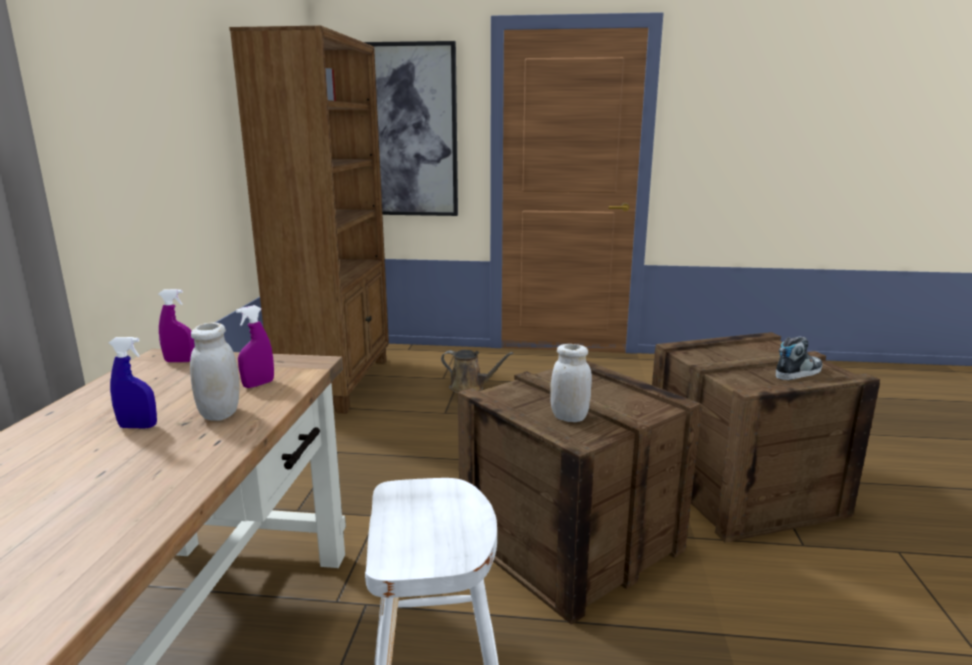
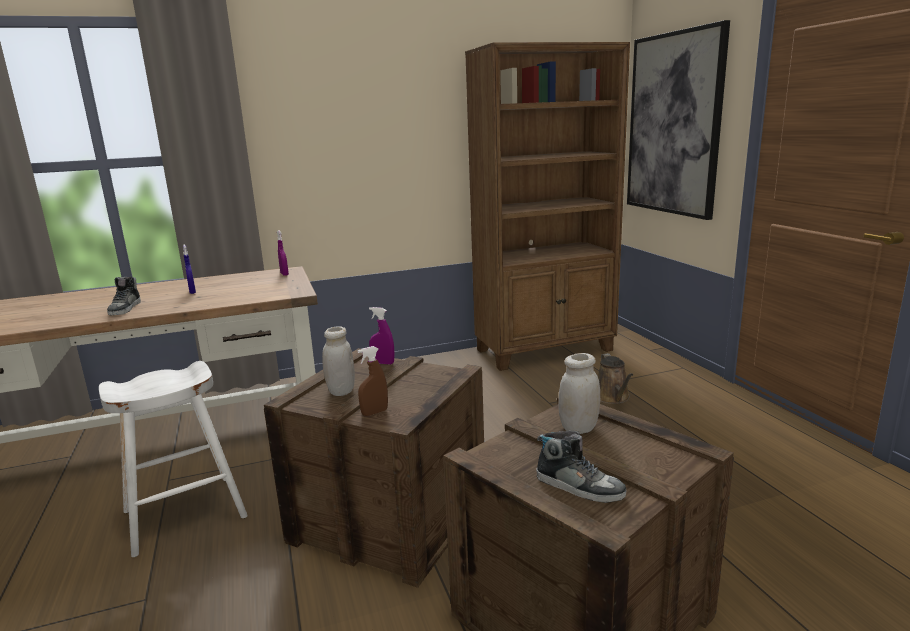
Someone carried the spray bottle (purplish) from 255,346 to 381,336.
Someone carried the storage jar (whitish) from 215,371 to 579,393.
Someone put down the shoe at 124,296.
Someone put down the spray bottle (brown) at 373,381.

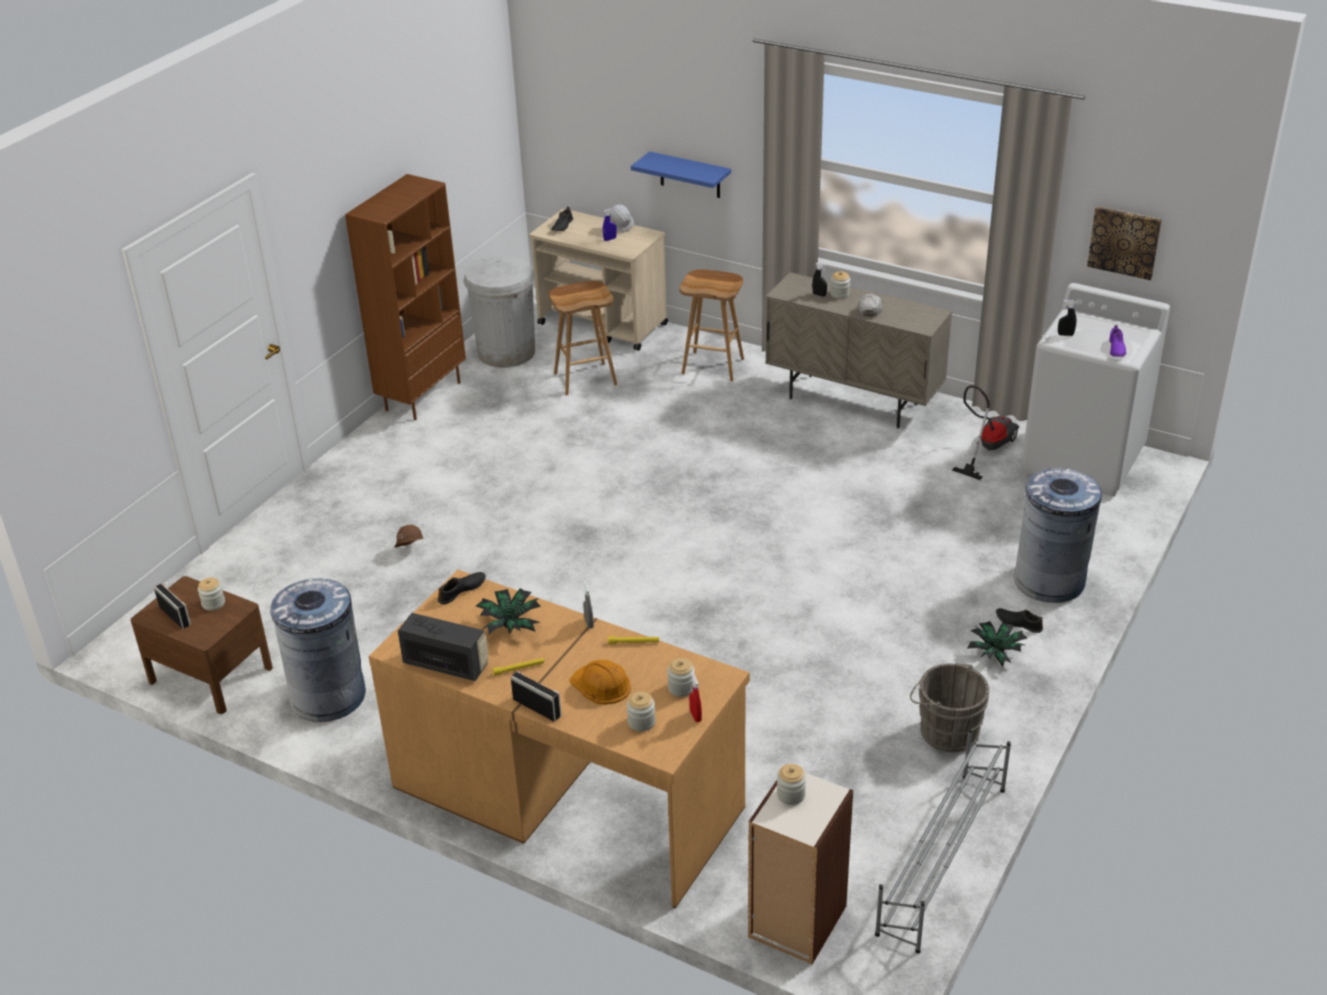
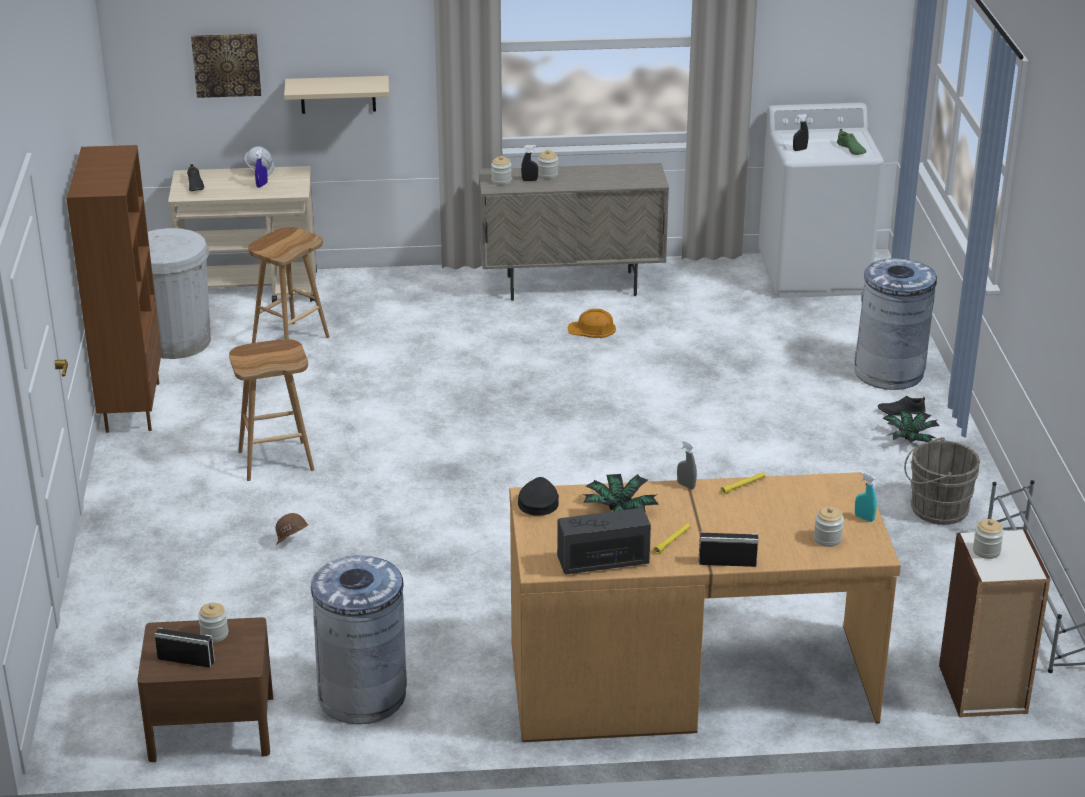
Someone repainted the wall shelf (bluish) at 681,174, which became the wall shelf (sand-coloured) at 336,95.
Someone carried the wall art from 1124,243 to 226,65.
Someone carried the stool (brown) from 711,325 to 272,410.
Someone took away the peaked cap (whitish) at 870,305.
Someone repainted the shoe (purplish) at 1117,341, which became the shoe (green) at 851,142.
Someone took away the vacuum cleaner at 986,432.
Someone swapped the shoe (black-coloured) at 461,588 for the peaked cap (black-coloured) at 538,496.
Someone carried the storage jar from 681,677 to 501,170.
Someone carried the hard hat (orange) from 600,682 to 591,323.
Someone repainted the spray bottle (red-coloured) at 695,697, which became the spray bottle (blue-green) at 866,497.

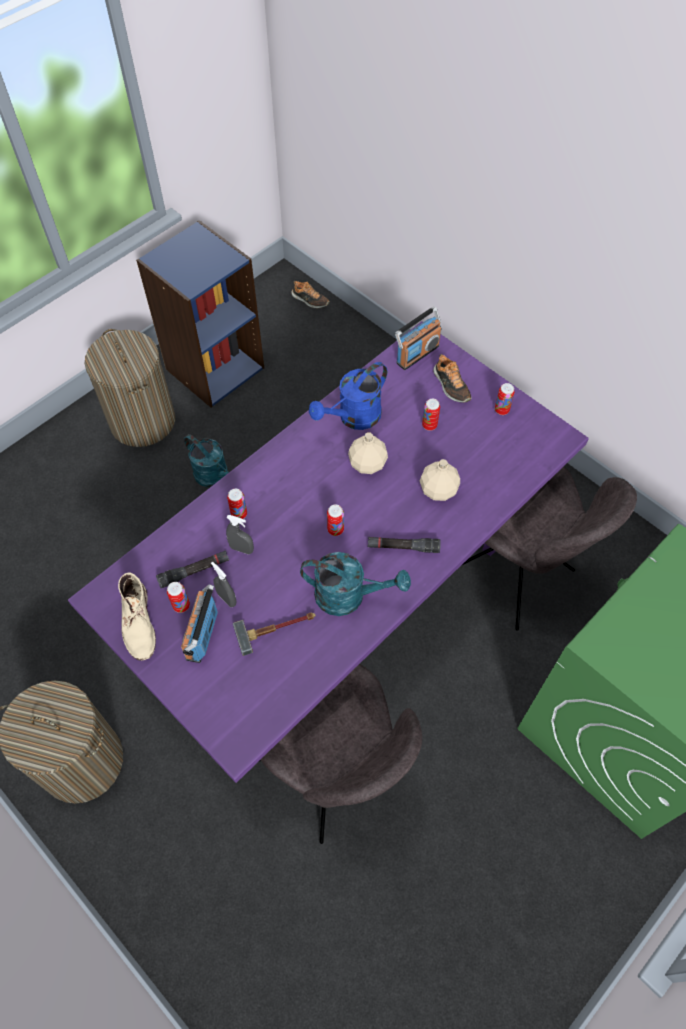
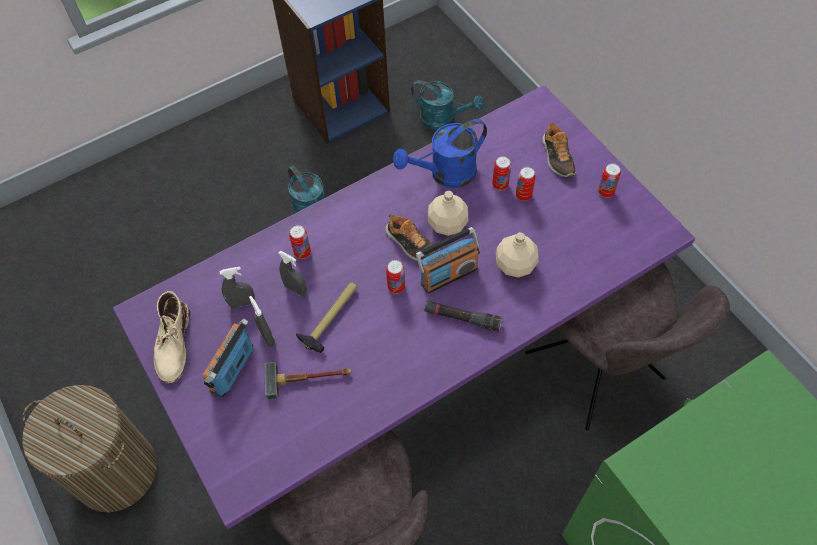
Someone carried the shoe from 310,294 to 412,237.
Someone carried the radio set from 418,338 to 448,260.
Someone took away the laundry basket at 130,388.
Someone swapped the torch (black-coloured) at 192,569 for the spray bottle (grey) at 237,287.
Someone carried the sprinkling can (blue-green) from 355,584 to 447,105.
Someone carried the can from 178,597 to 501,173.
Someone put down the hammer at 326,317.

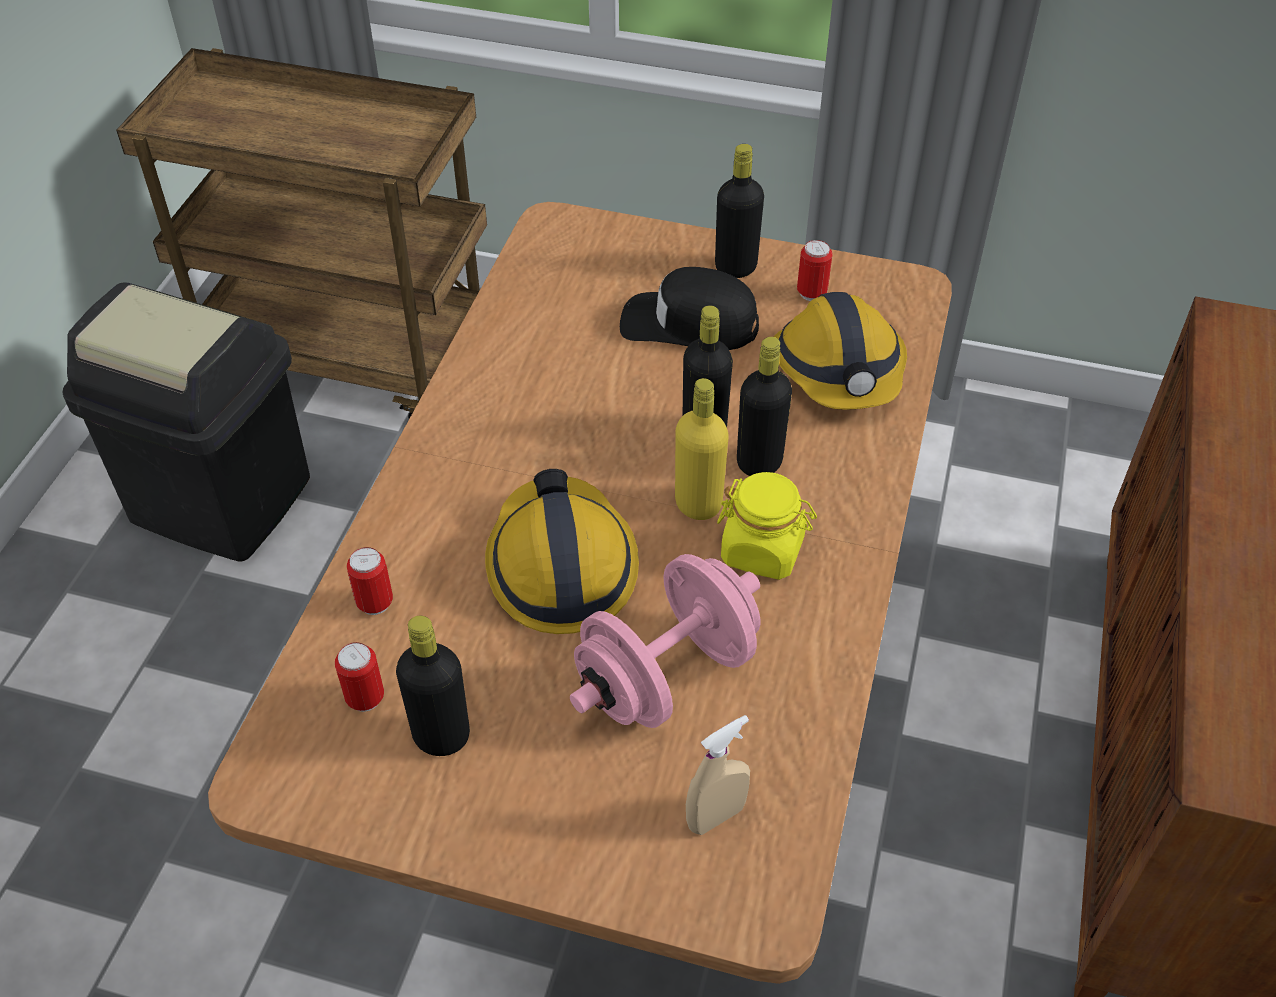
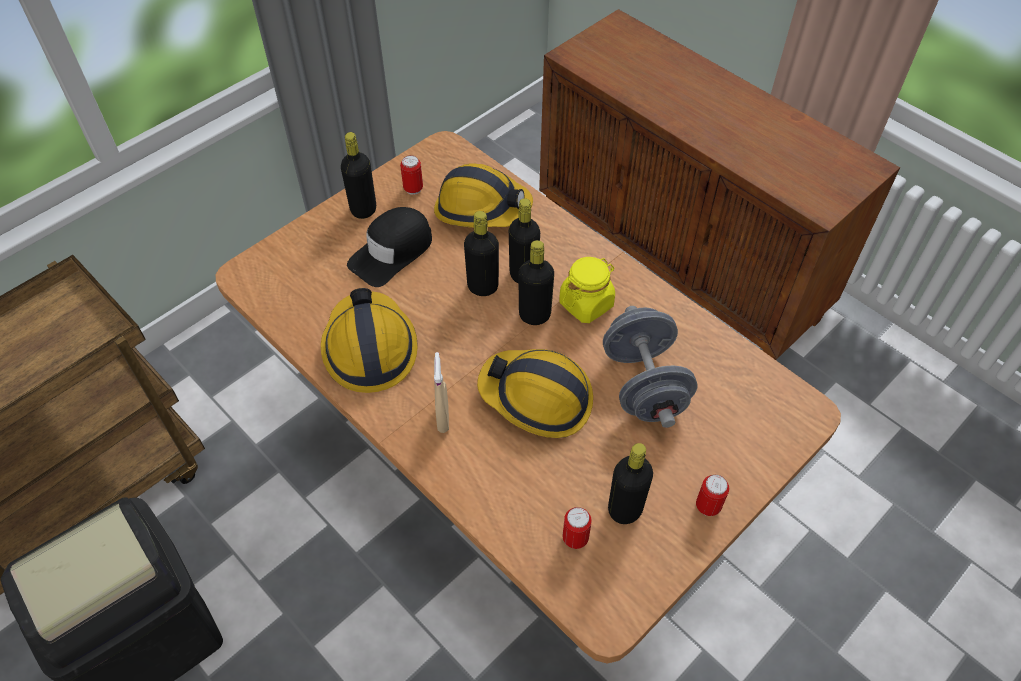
Someone repainted the drink bottle (yellow) at 702,449, which became the drink bottle (black-coloured) at 536,282.
Someone carried the can from 370,581 to 712,495.
Someone repainted the dumbbell (pinkish) at 665,641, which became the dumbbell (grey) at 650,367.
Someone carried the spray bottle (sand-coloured) from 718,775 to 441,392.
Someone put down the hard hat at 369,340.

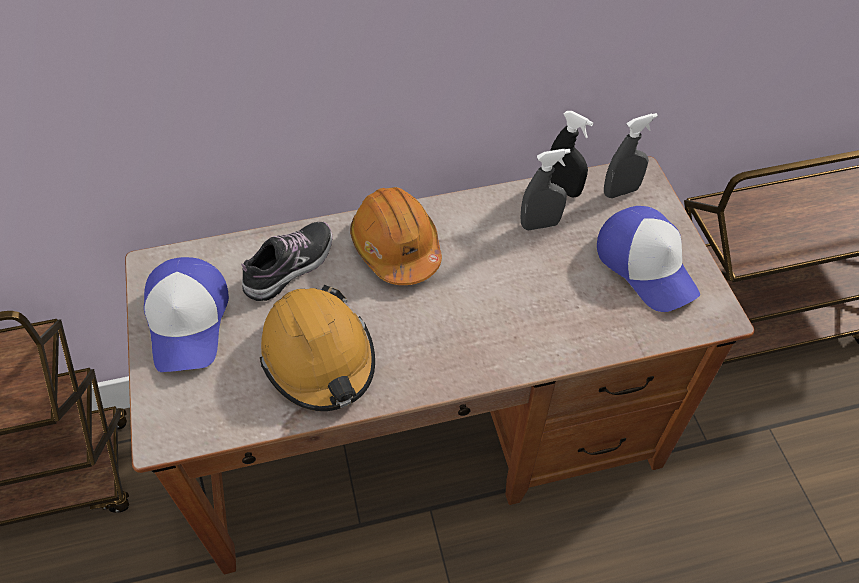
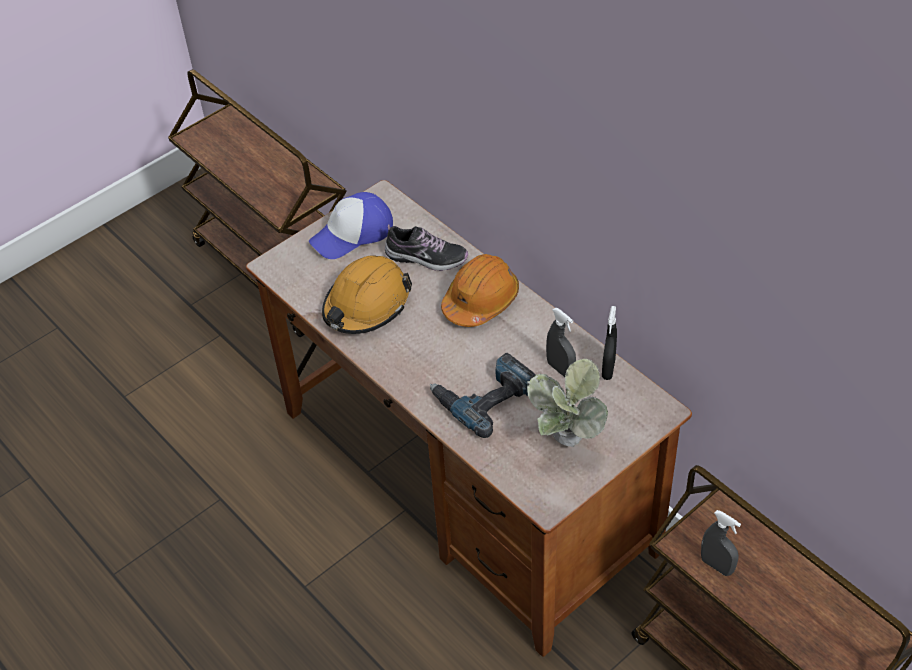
Someone carried the spray bottle (grey) from 631,155 to 721,543.
Someone swapped the peaked cap at 648,259 for the houseplant at 567,403.
Someone put down the electric drill at 483,395.

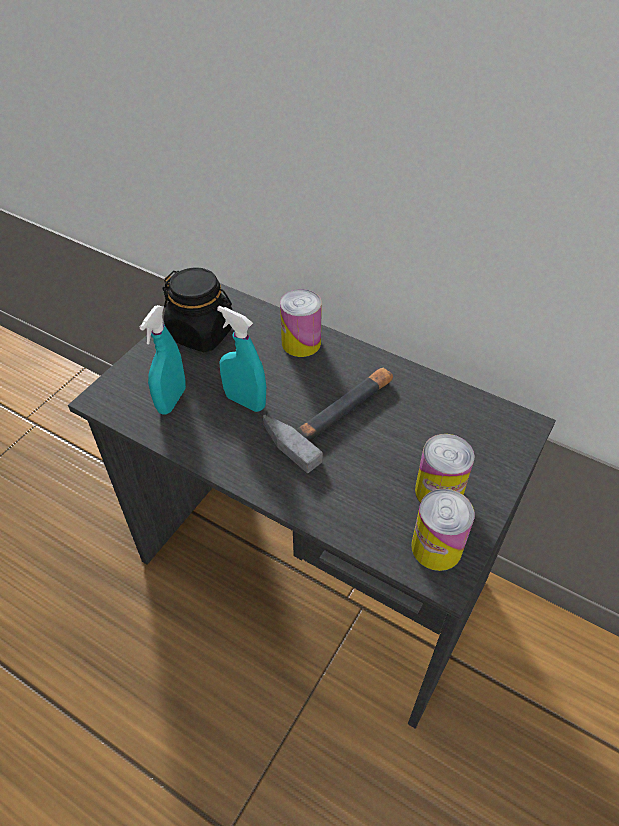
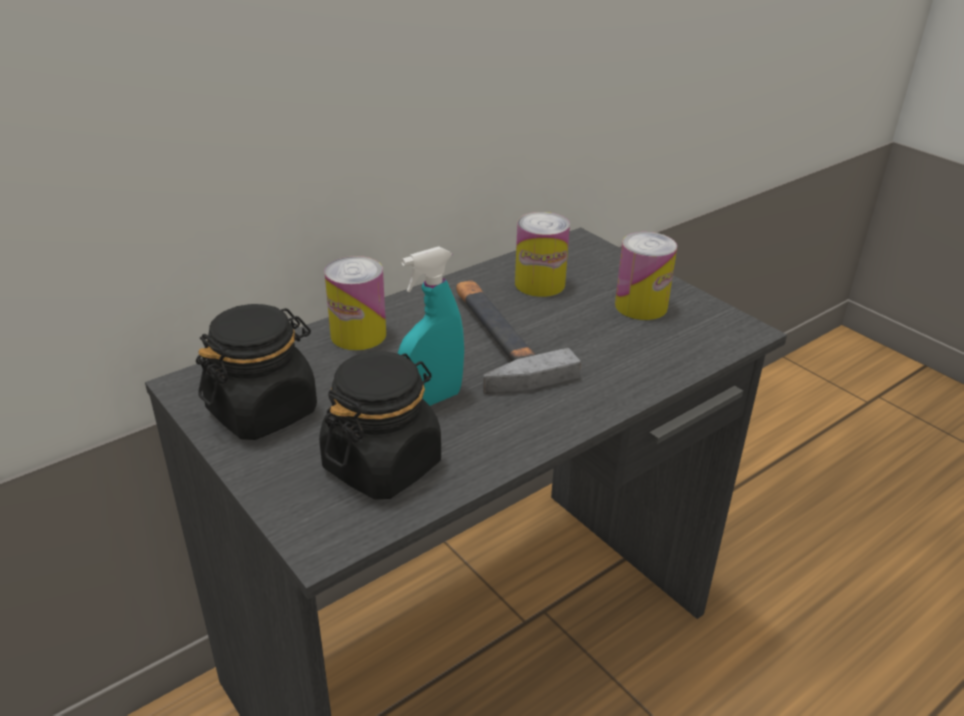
Someone swapped the spray bottle (blue-green) at 163,360 for the storage jar (black-coloured) at 380,425.
Someone carried the can from 443,530 to 542,254.

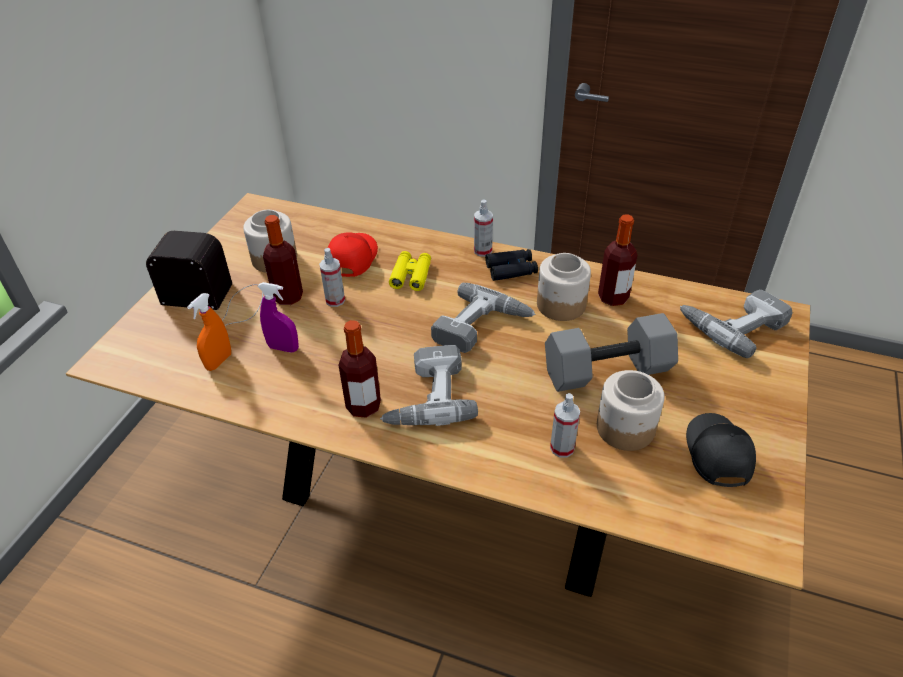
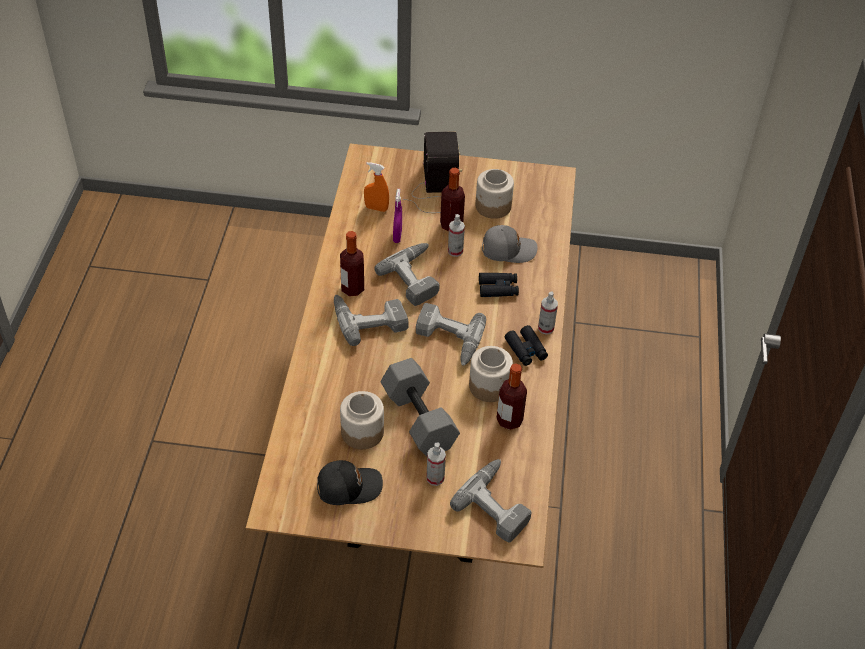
Someone repainted the peaked cap (red-coloured) at 353,254, which became the peaked cap (grey) at 510,244.
Someone repainted the binoculars (yellow) at 410,271, which became the binoculars (black-coloured) at 499,285.
Someone carried the spray bottle from 565,425 to 436,464.
Someone put down the electric drill at 407,274.

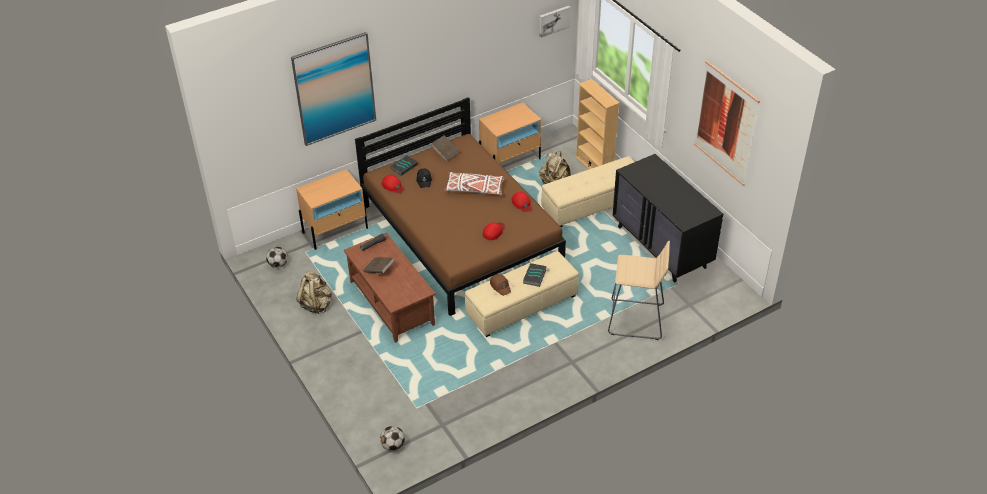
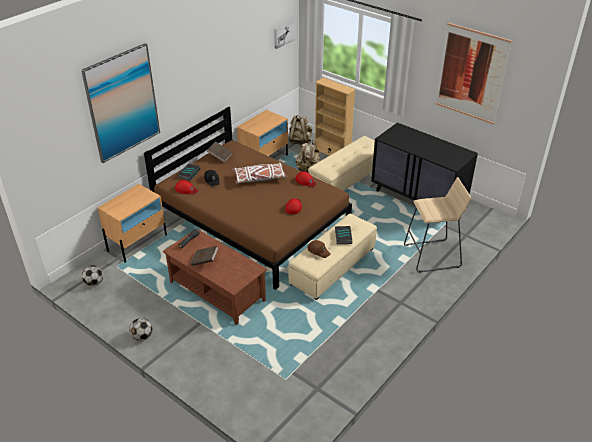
Someone carried the rucksack (sand-coloured) from 314,293 to 300,130.
Someone carried the football ball from 392,438 to 140,329.

